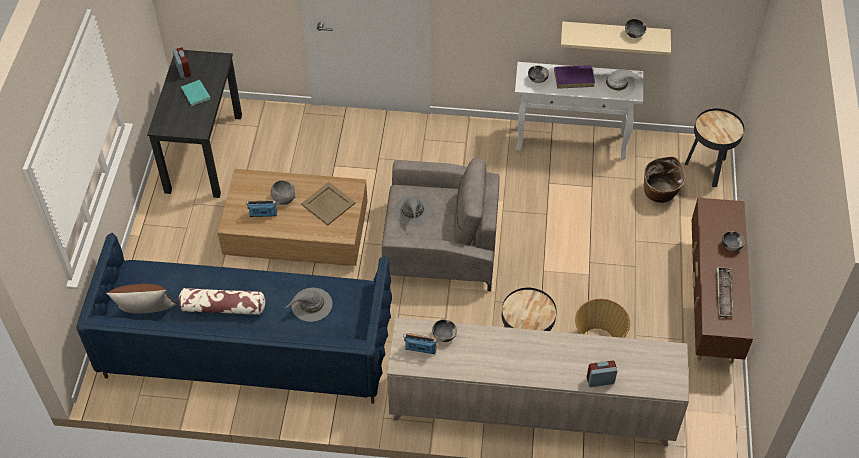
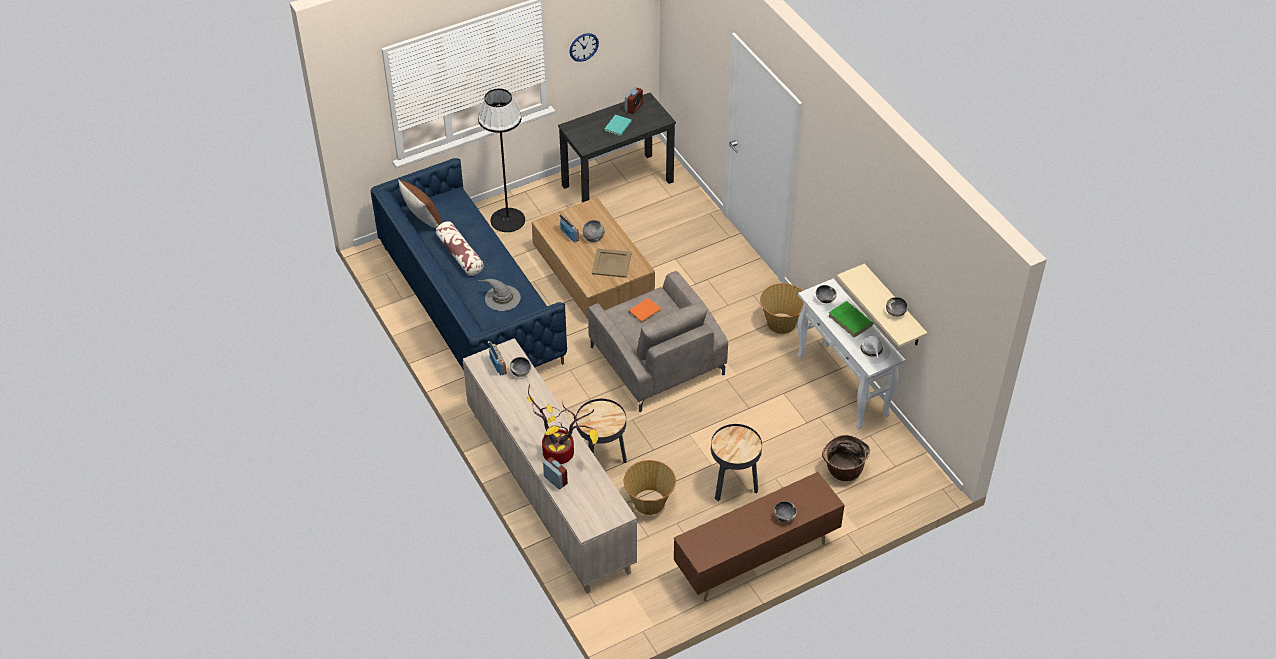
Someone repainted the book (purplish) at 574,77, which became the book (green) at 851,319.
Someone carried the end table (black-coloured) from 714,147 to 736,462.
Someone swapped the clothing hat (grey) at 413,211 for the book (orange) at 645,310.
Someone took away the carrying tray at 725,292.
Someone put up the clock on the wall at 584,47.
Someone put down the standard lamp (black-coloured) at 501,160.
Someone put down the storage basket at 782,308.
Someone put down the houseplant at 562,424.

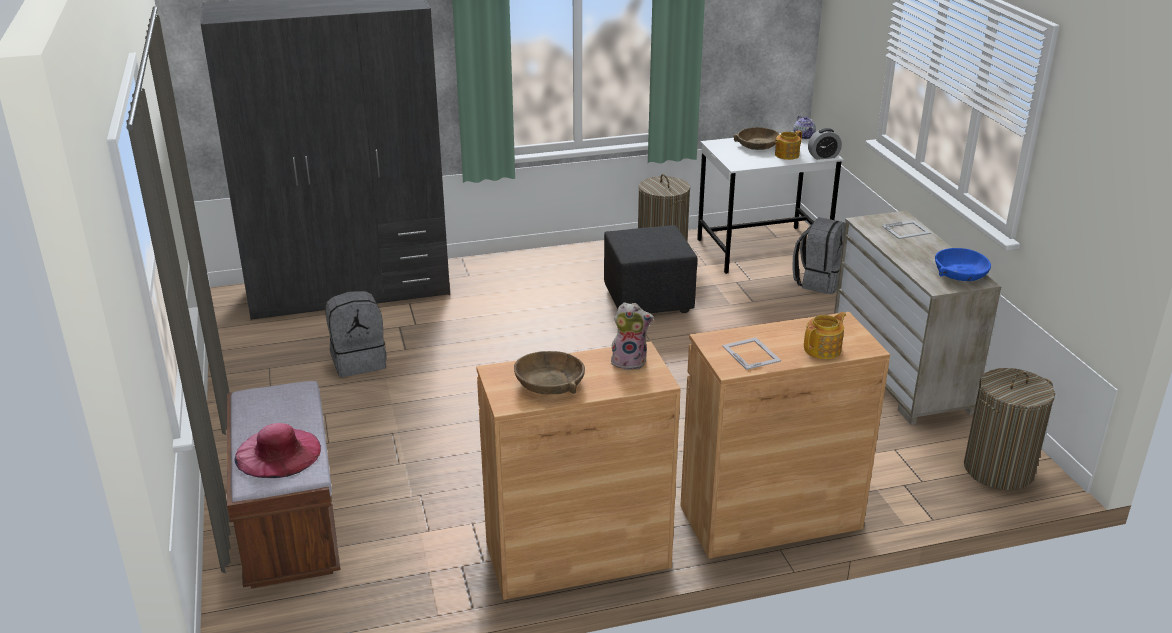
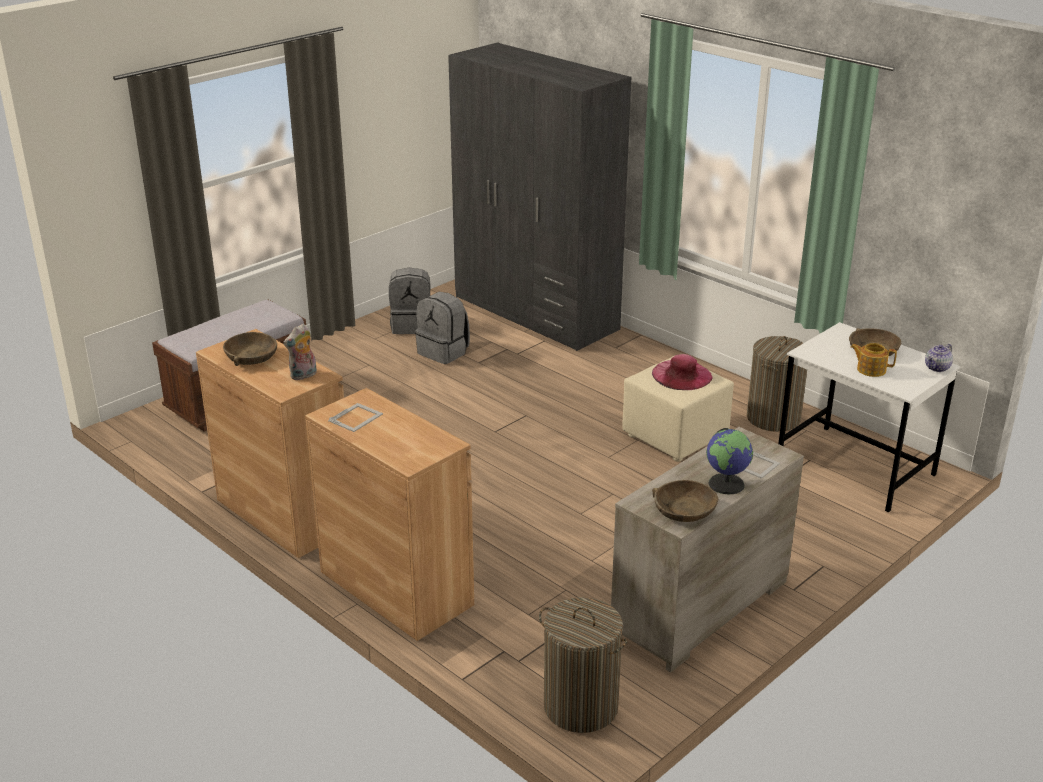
Someone took away the bedside clock at 825,144.
Someone carried the rucksack (grey) from 818,255 to 409,301.
Someone repainted the pouffe (black-coloured) at 651,269, which became the pouffe (sand-coloured) at 678,409.
Someone repainted the bowl (bluish) at 963,264, which became the bowl (brown) at 685,501.
Someone rotated the plush toy at 632,336 by 75 degrees clockwise.
Someone took away the pot for tea at 825,335.
Someone carried the clothing hat (pinkish) from 277,450 to 682,372.
Someone put down the desk globe at 729,461.

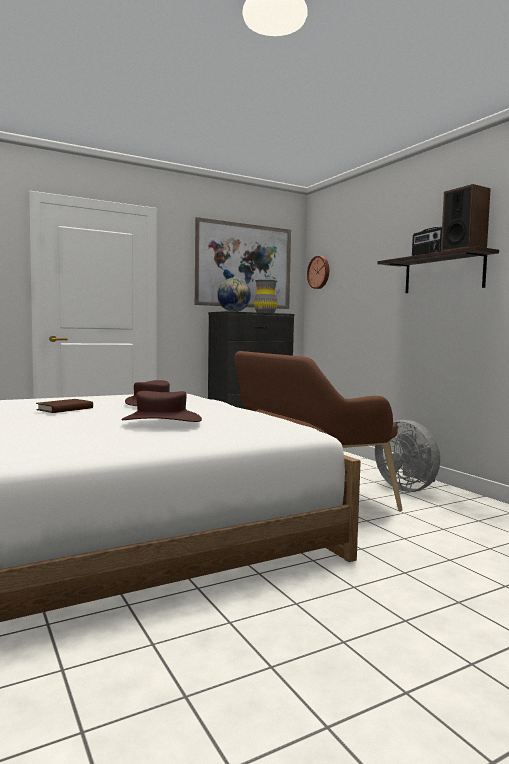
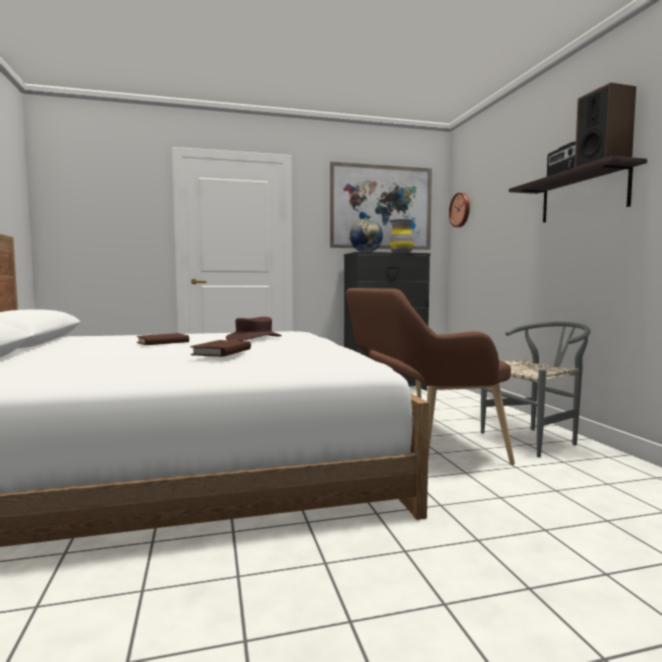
Someone swapped the clothing hat (brown) at 161,406 for the book (brown) at 220,348.
Someone swapped the electric fan (grey) at 407,456 for the plain chair (grey) at 536,389.

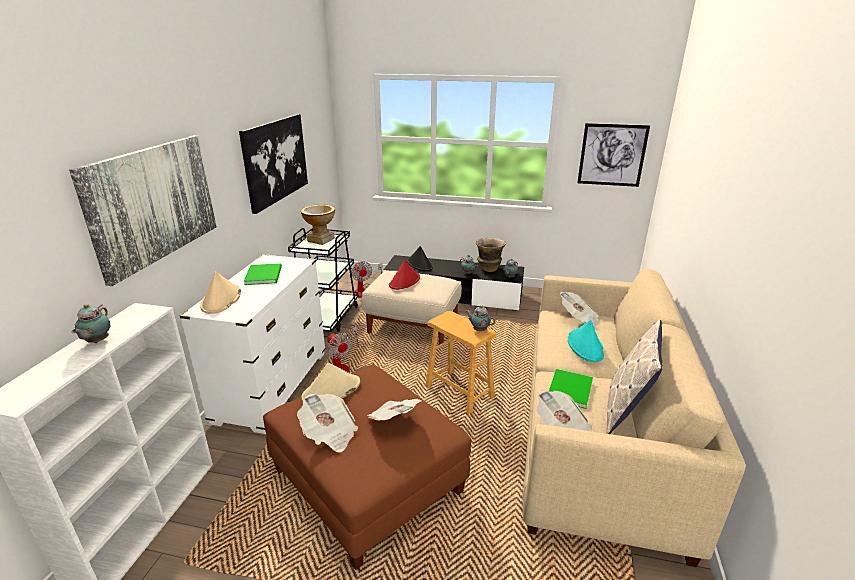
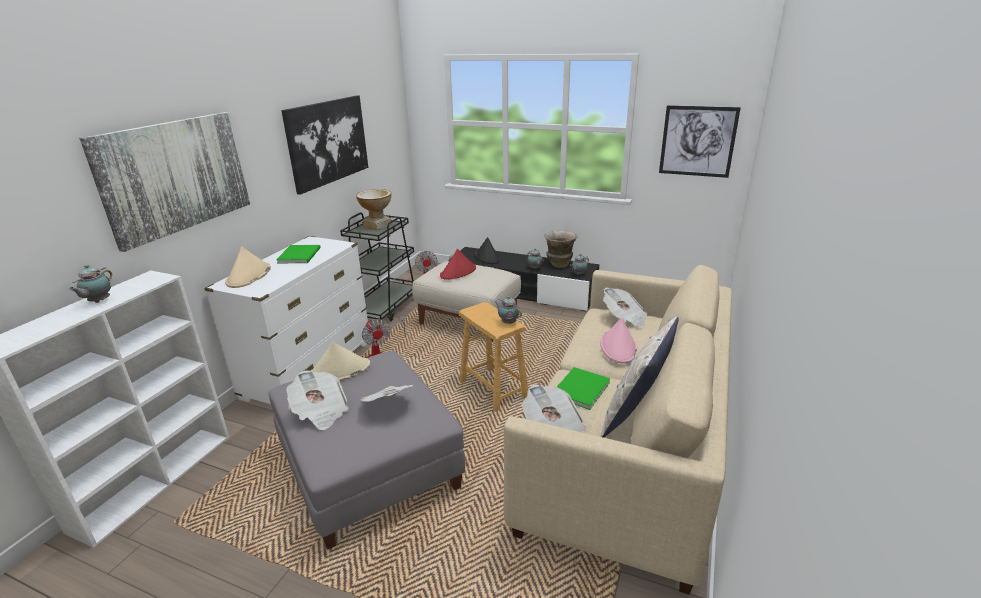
Someone repainted the clothing hat (blue-green) at 586,341, which became the clothing hat (pinkish) at 618,340.
Someone repainted the pouffe (brown) at 367,467, which became the pouffe (grey) at 367,450.

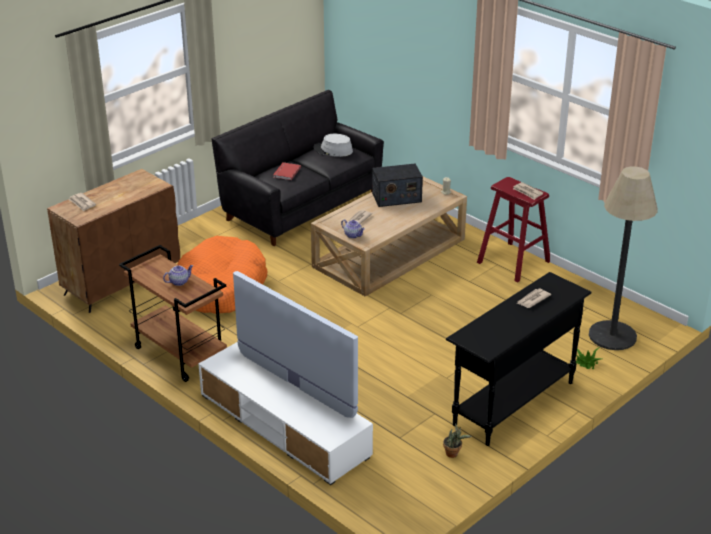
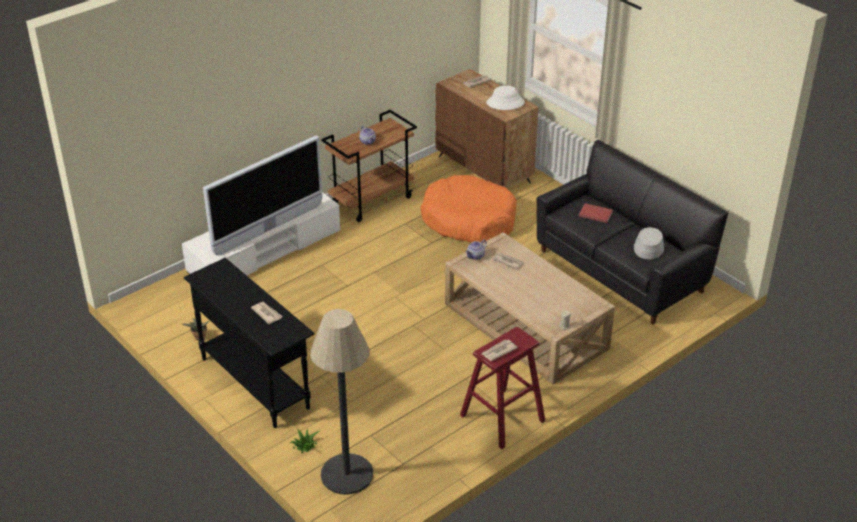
Someone took away the radio set at 397,185.
Someone put down the clothing hat (whitish) at 506,98.

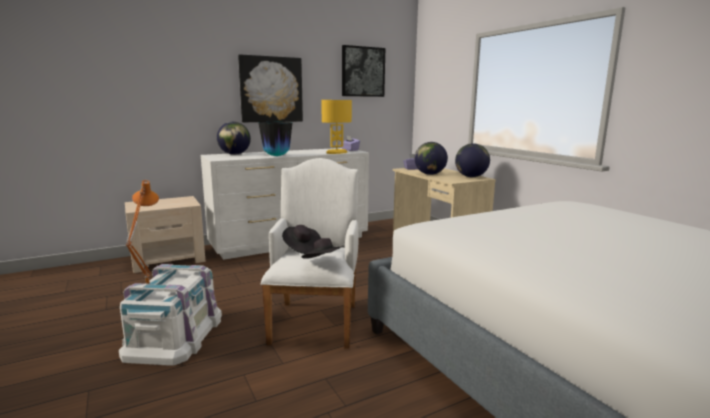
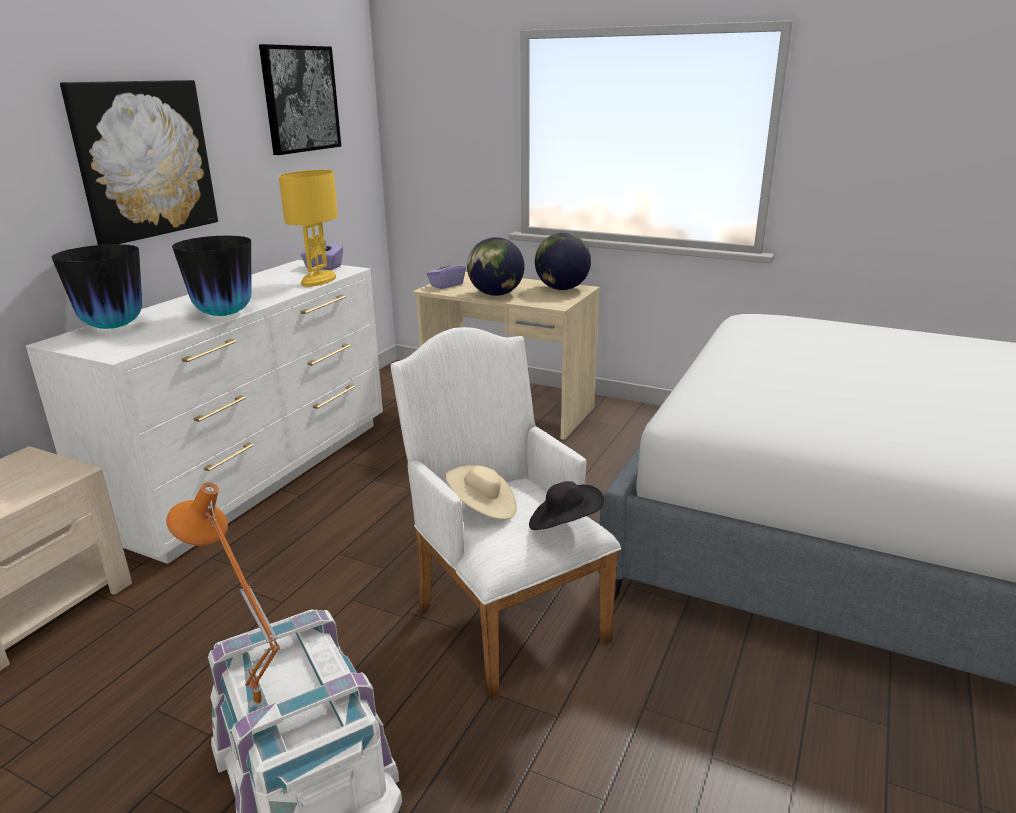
Someone swapped the desk globe at 234,138 for the vase at 97,286.
Someone repainted the clothing hat (black-coloured) at 301,239, which became the clothing hat (sand-coloured) at 481,492.

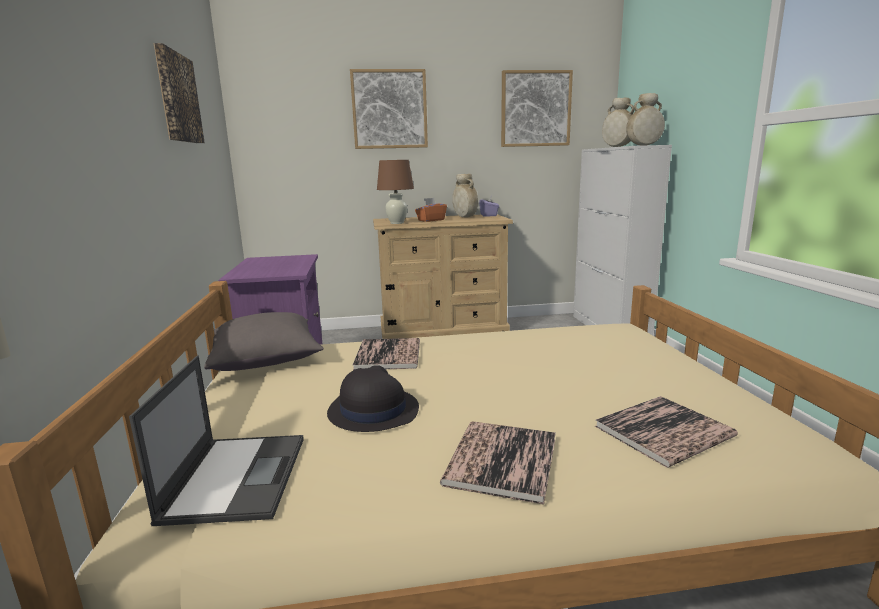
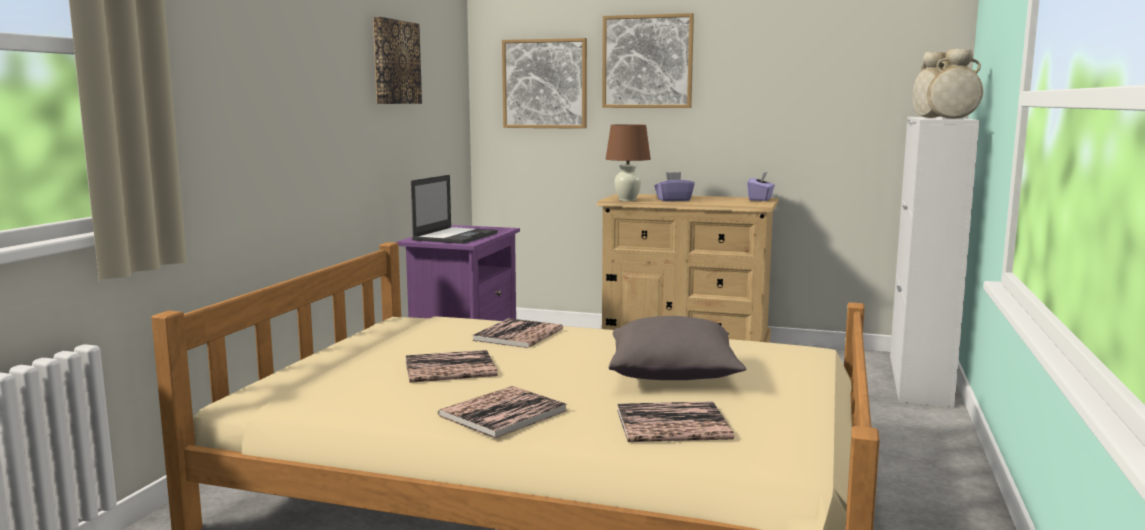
Someone carried the wall art from 537,108 to 544,83.
Someone took away the vase (sand-coloured) at 465,195.
Someone repainted the box of tissues (orange) at 431,210, which became the box of tissues (purplish) at 674,186.
Someone carried the pillow (grey) from 264,341 to 677,348.
Someone carried the laptop from 216,441 to 454,209.
Someone swapped the clothing hat (black-coloured) at 373,398 for the book at 451,366.

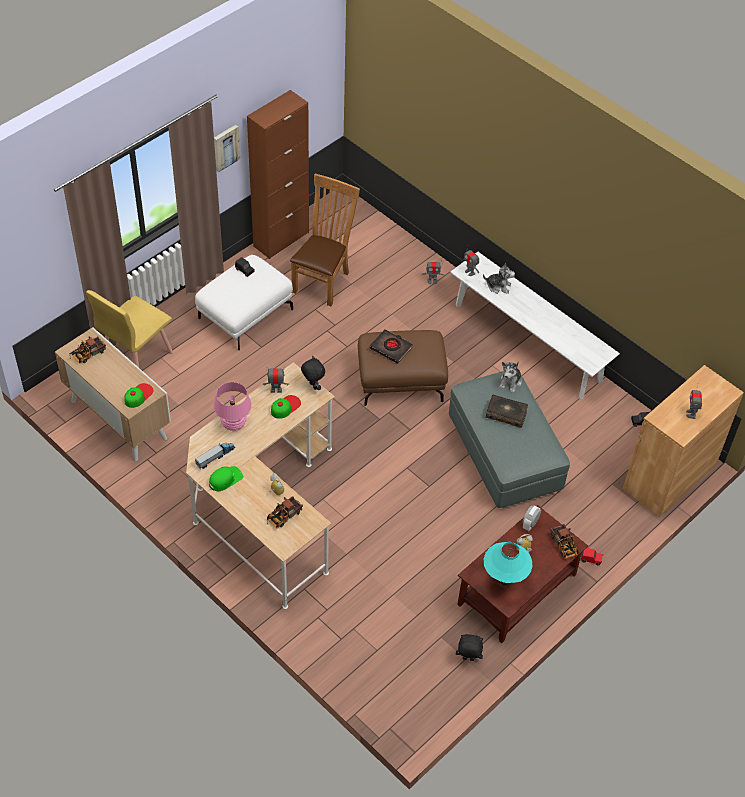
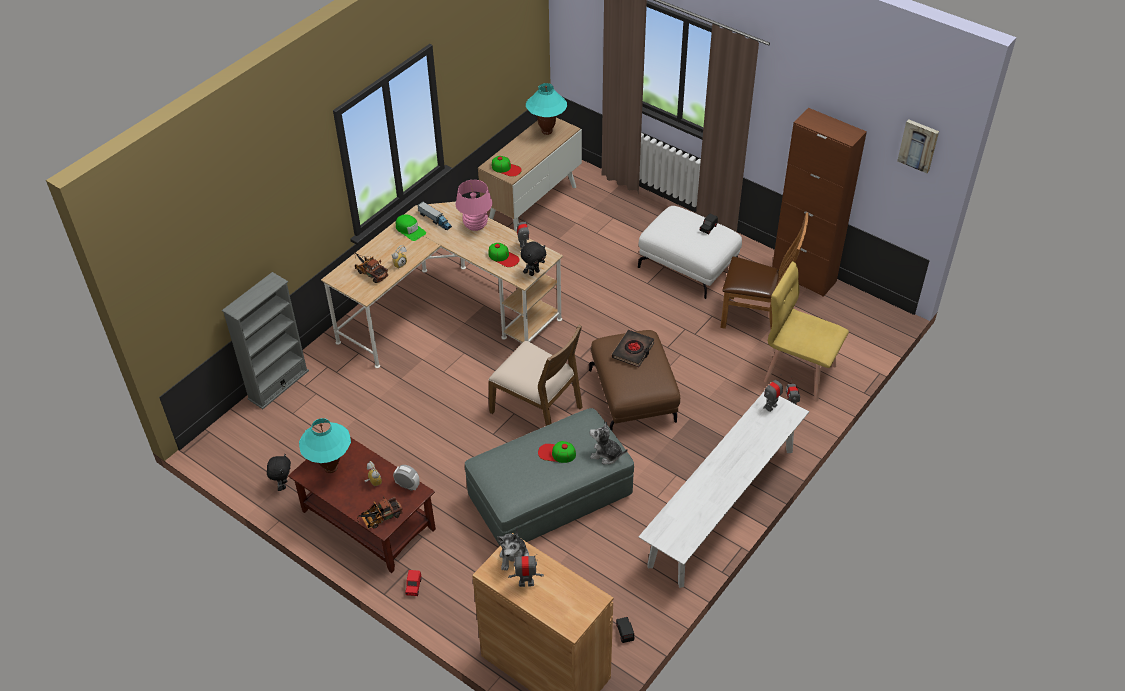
Someone carried the wall art from 227,148 to 918,146.
Someone carried the plush toy from 499,278 to 513,549.
Someone carried the plain chair (yellow) from 129,329 to 806,331.
Someone swapped the toy lorry at 88,350 for the table lamp (blue-green) at 546,109.
Someone swapped the book at 507,411 for the peaked cap at 557,452.
Someone put down the bookcase (grey) at 265,340.
Someone put down the plain chair (brown) at 535,375.

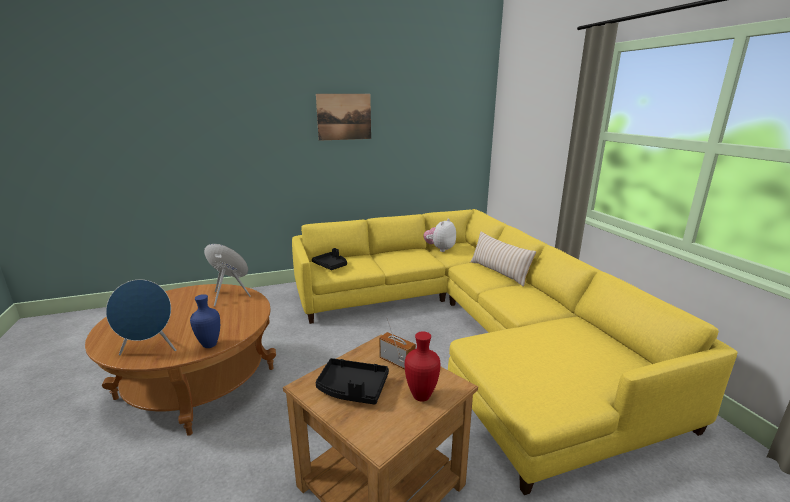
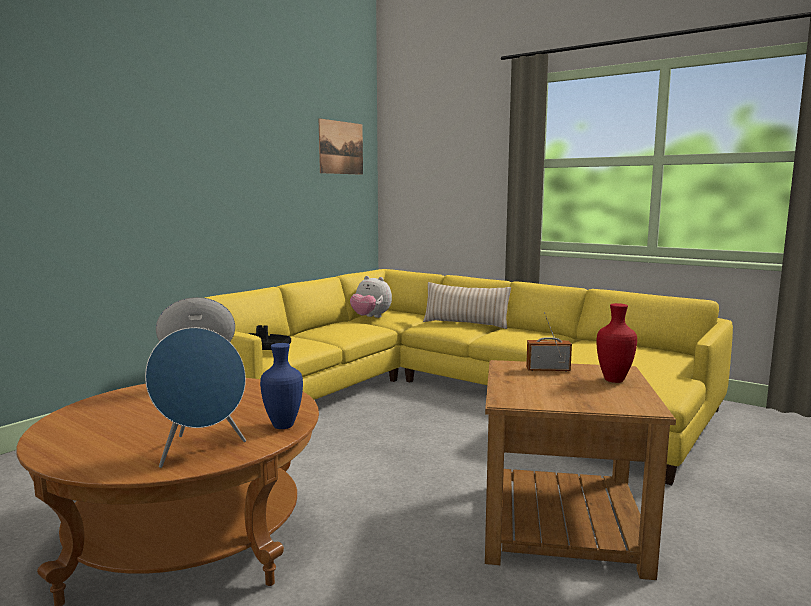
Someone carried the wall art from 343,117 to 341,146.
Someone rotated the plush toy at 440,235 by 60 degrees counterclockwise.
Someone took away the carrying tray (black-coloured) at 352,381.

